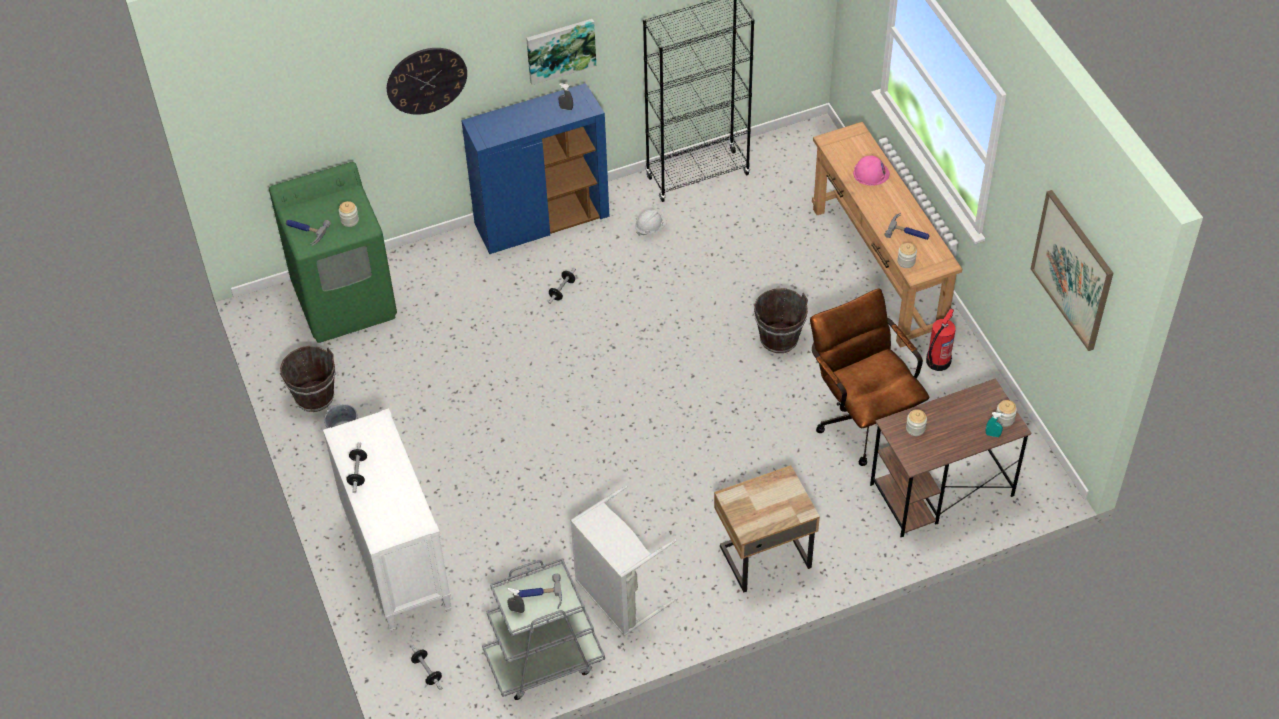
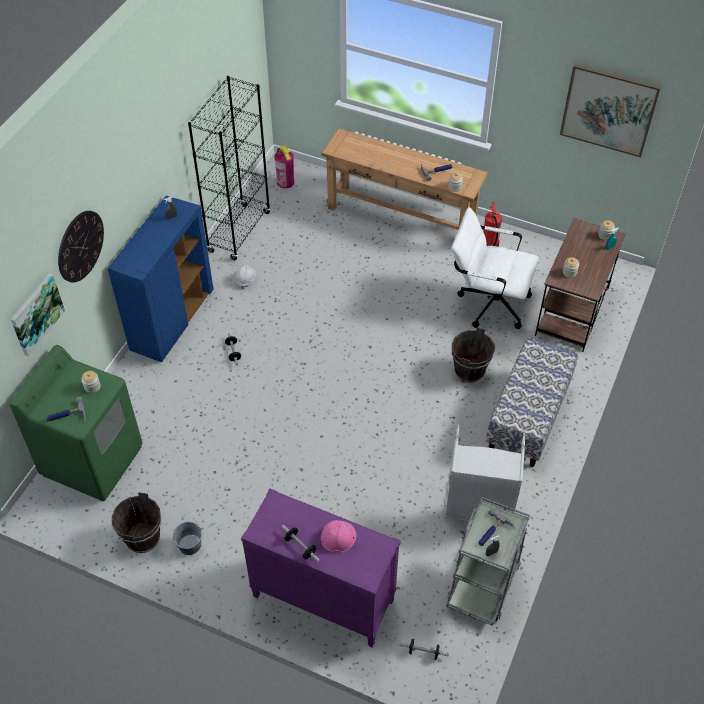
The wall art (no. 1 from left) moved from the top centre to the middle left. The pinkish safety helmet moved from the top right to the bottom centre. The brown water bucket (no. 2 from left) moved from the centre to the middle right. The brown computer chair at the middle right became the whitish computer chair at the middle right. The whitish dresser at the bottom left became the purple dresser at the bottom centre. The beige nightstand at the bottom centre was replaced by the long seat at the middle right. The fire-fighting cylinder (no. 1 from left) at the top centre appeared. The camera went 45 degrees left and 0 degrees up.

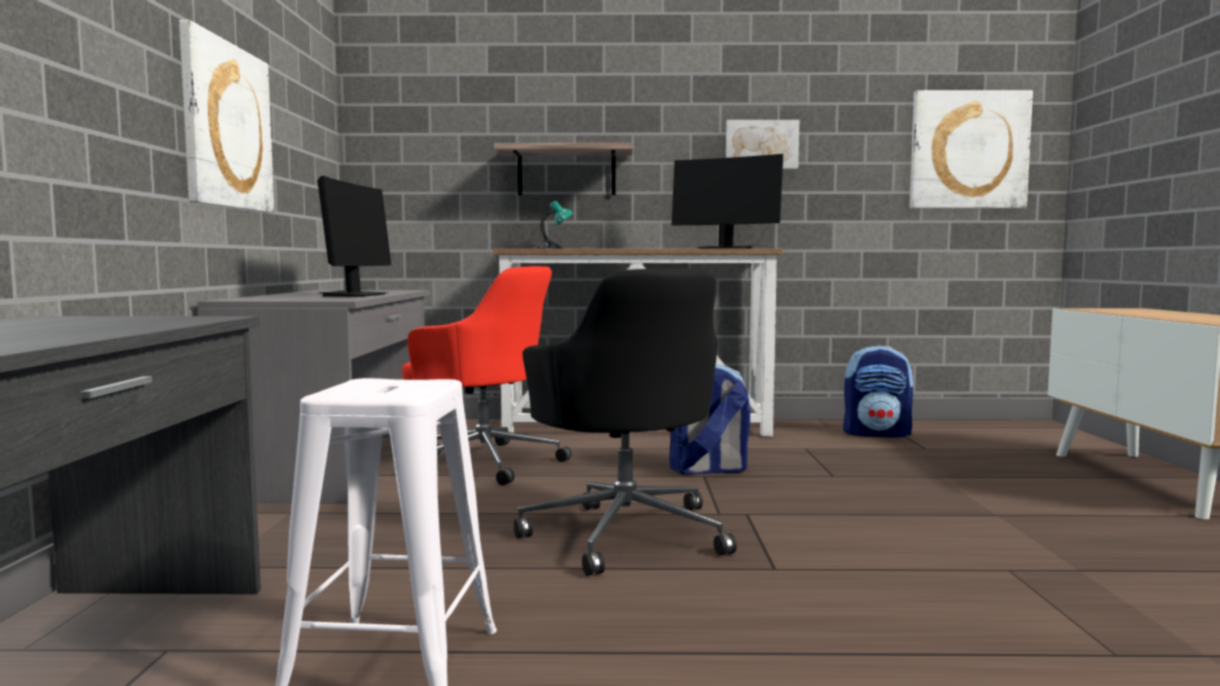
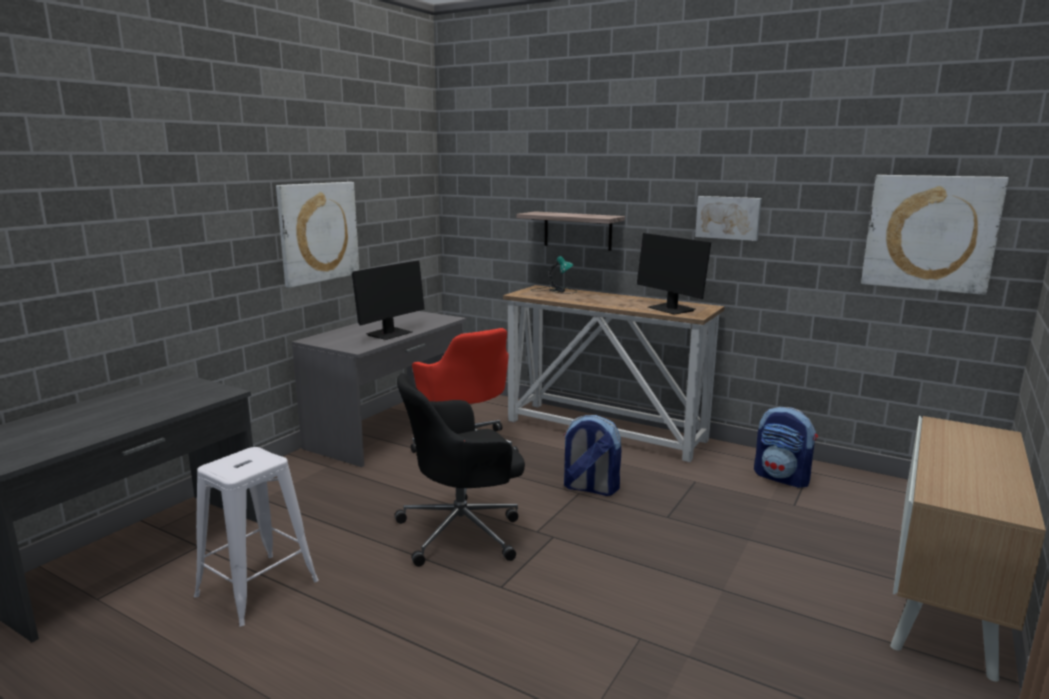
The black-coloured computer chair at the centre turned 60 degrees clockwise. The camera went 30 degrees right and 10 degrees up.

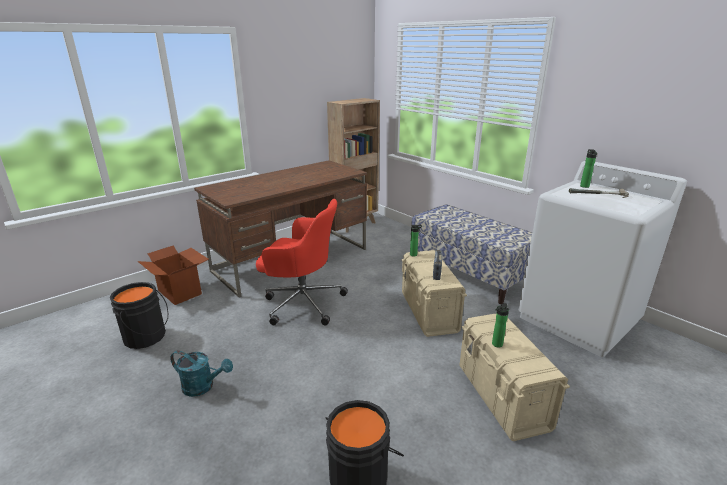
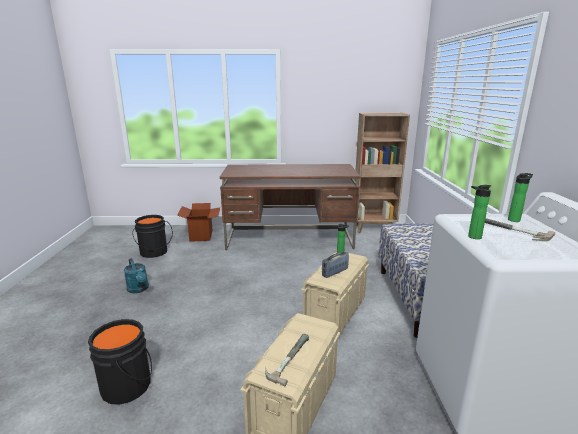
The reddish computer chair at the centre disappeared. The beverage bottle (no. 2 from left) moved from the bottom right to the middle right. The hammer (no. 1 from left) at the bottom centre appeared. The camera went 40 degrees right and 5 degrees down.

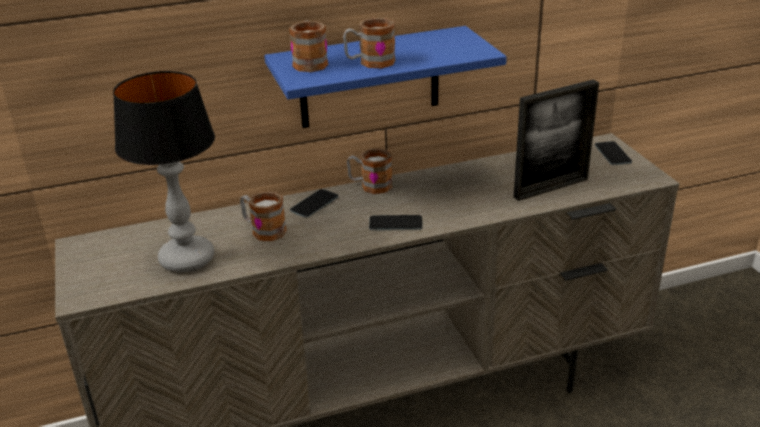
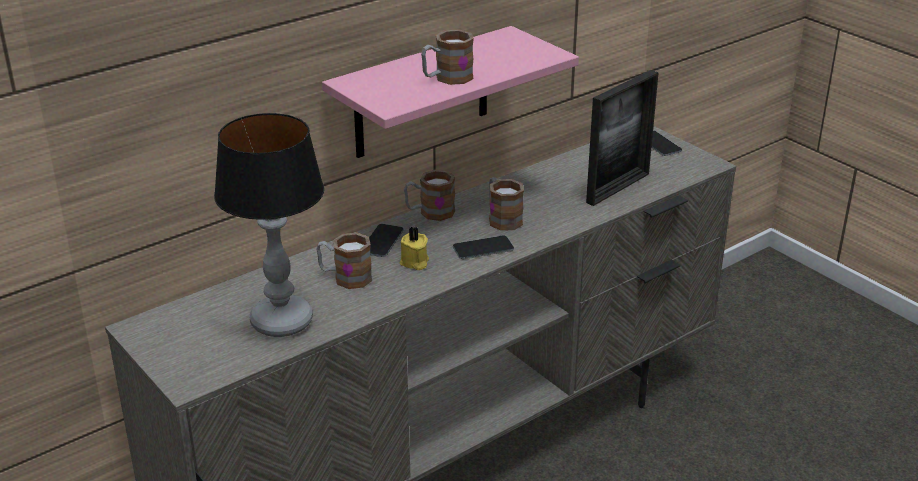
The tea mug (no. 2 from left in the first image) moved from the top centre to the centre. The blue shelf at the top centre became the pinkish shelf at the top centre. The yellow wax light at the centre appeared. The camera went 20 degrees left and 0 degrees up.

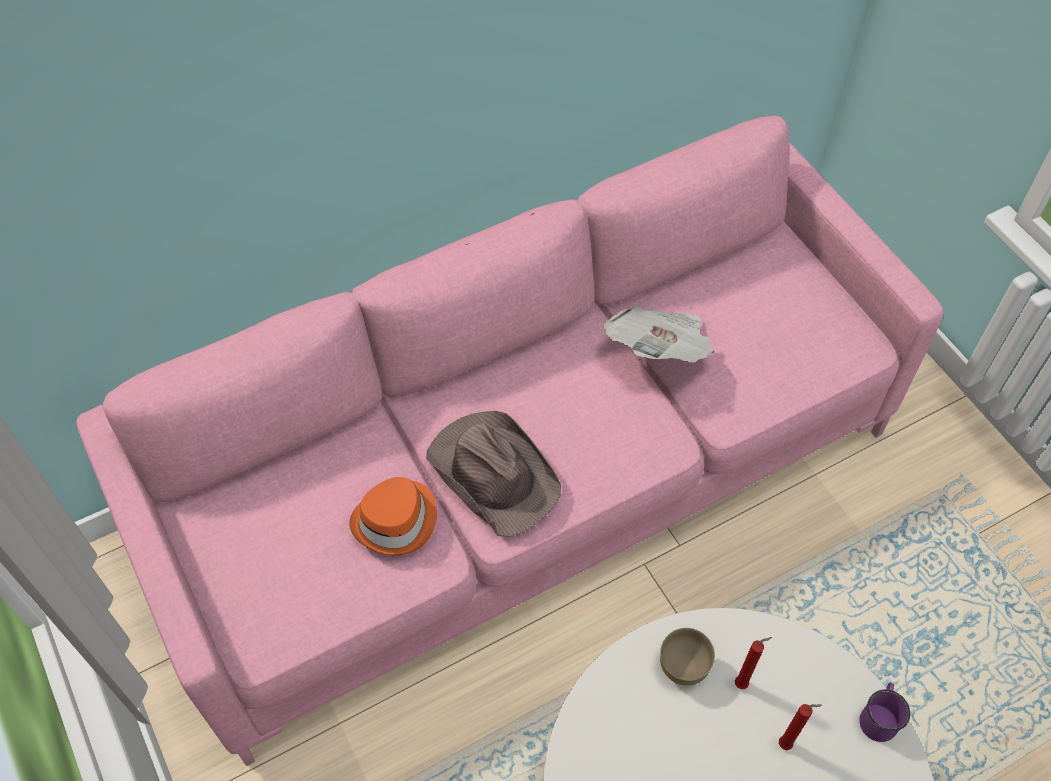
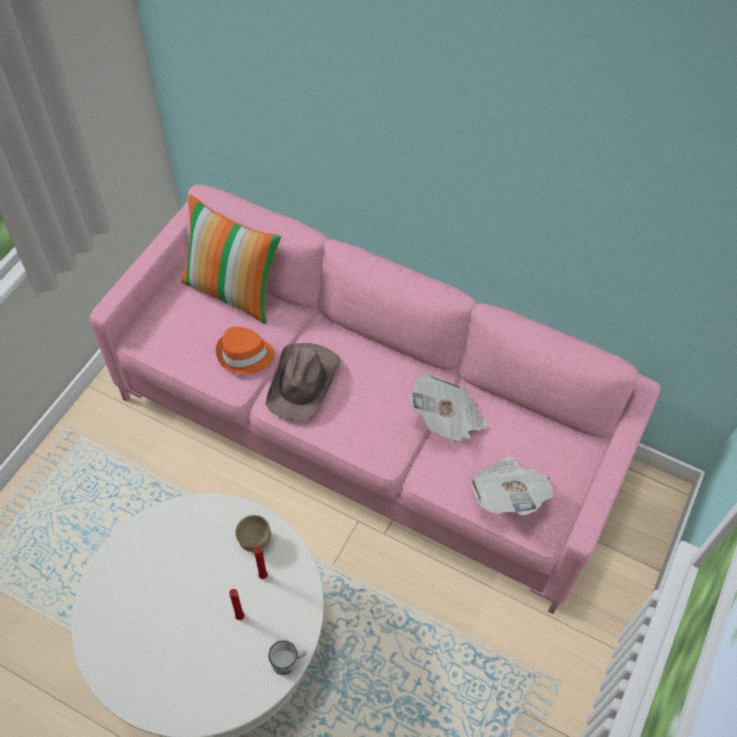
The purple tea mug at the bottom right became the whitish tea mug at the bottom centre. The pillow at the middle left appeared. The newspaper (no. 2 from left) at the middle right appeared. The camera went 55 degrees right and 0 degrees up.

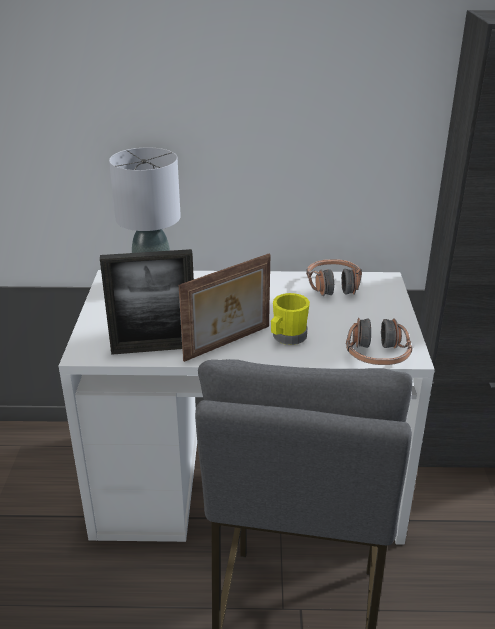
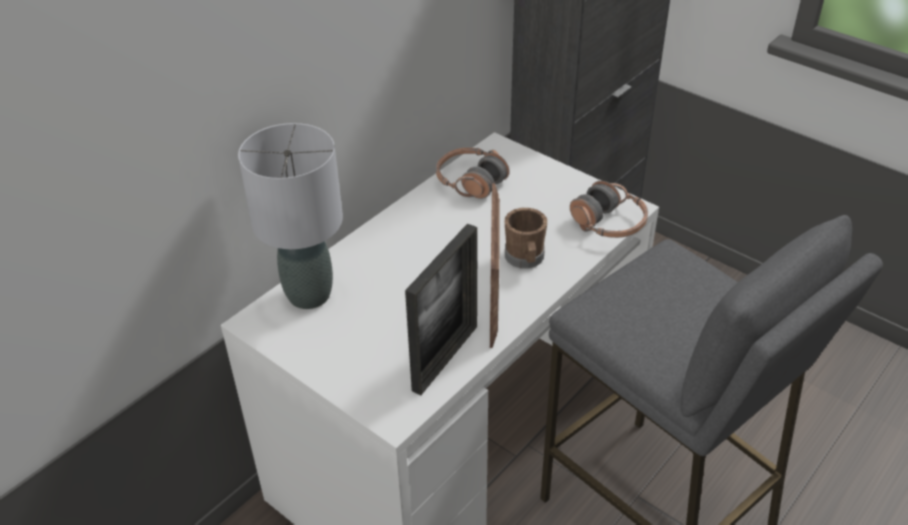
The yellow tea mug at the centre became the brown tea mug at the centre. The camera went 50 degrees left and 10 degrees up.

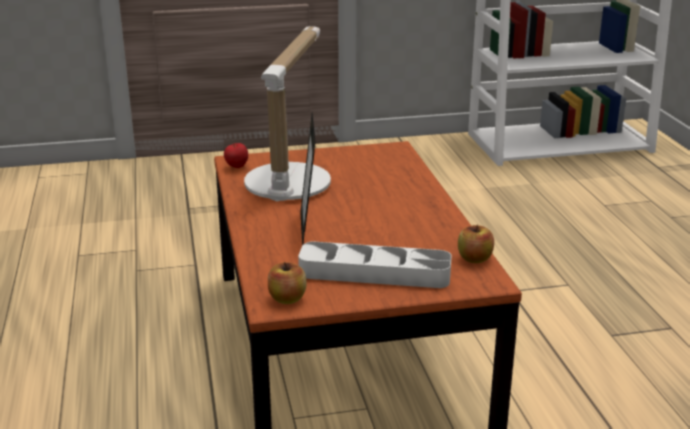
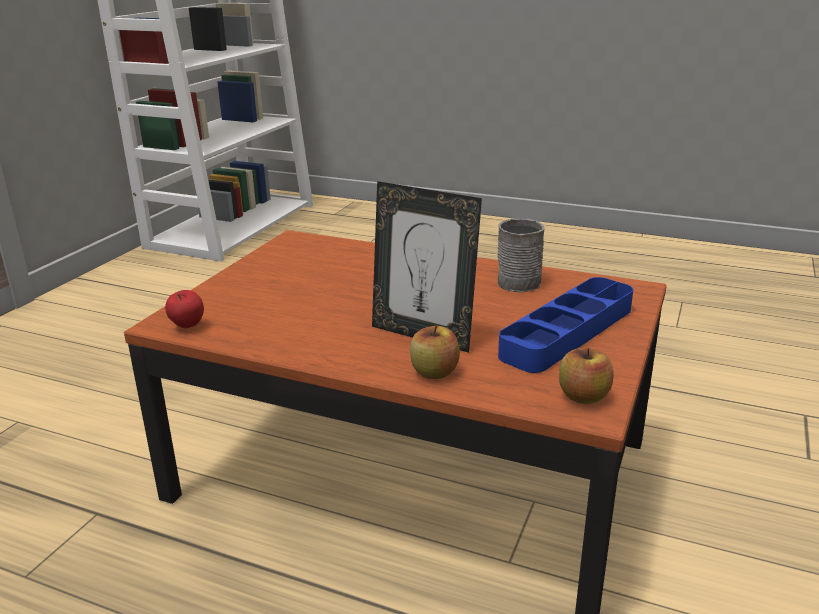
The lamp for a table at the top centre disappeared. The apple (no. 3 from left in the first image) moved from the middle right to the centre. The greyish serving tray at the centre became the blue serving tray at the middle right. The greyish tea mug at the centre appeared. The camera went 55 degrees left and 0 degrees up.

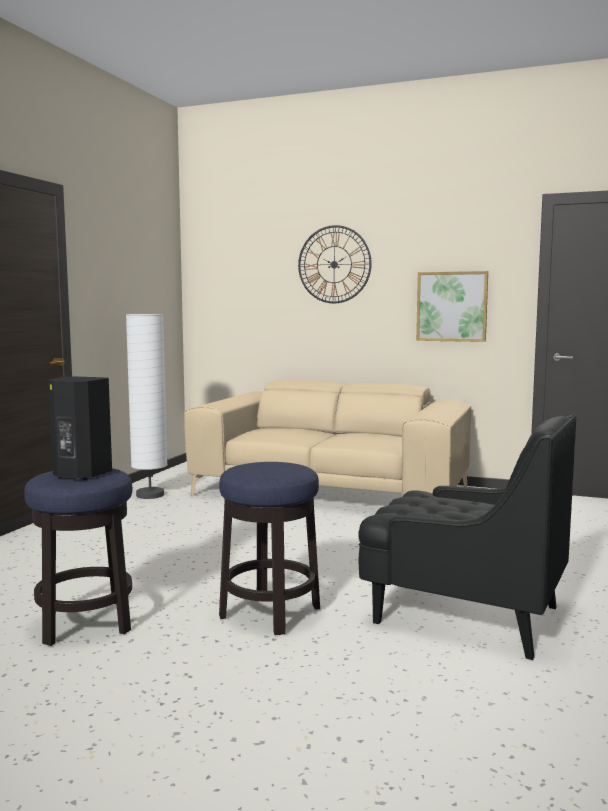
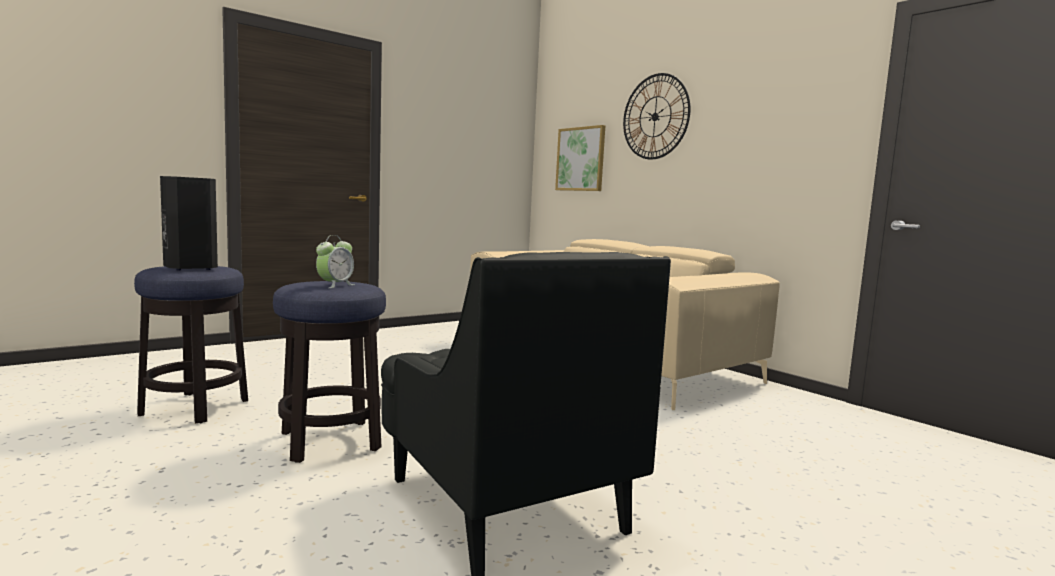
The wall art moved from the middle right to the top centre. The whitish standard lamp at the middle left disappeared. The bedside clock at the middle left appeared. The camera went 30 degrees right and 0 degrees up.

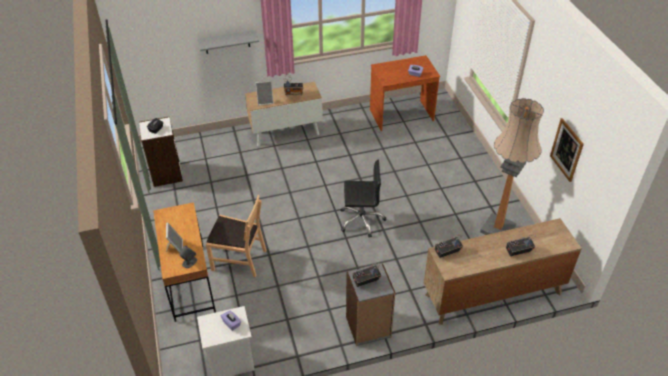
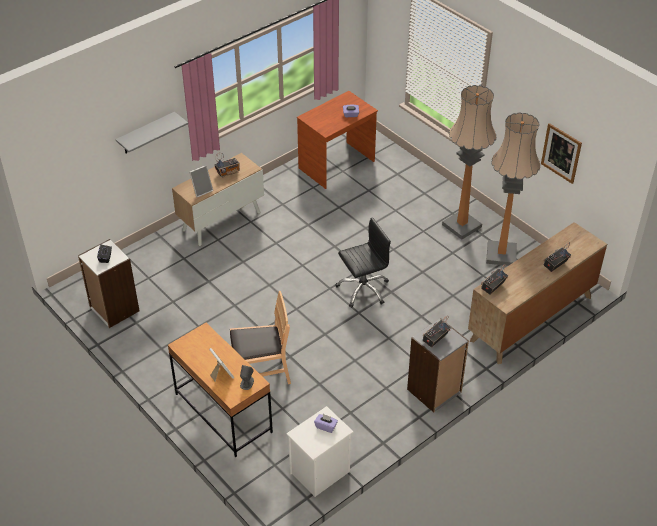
The standard lamp (no. 1 from left) at the top right appeared. The camera went 25 degrees left and 0 degrees up.

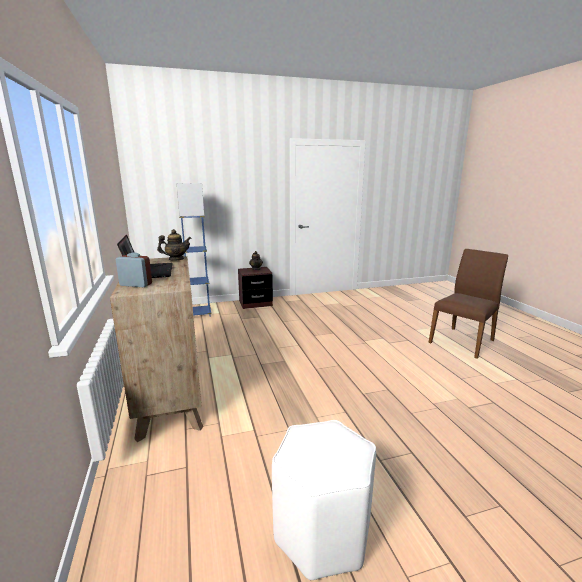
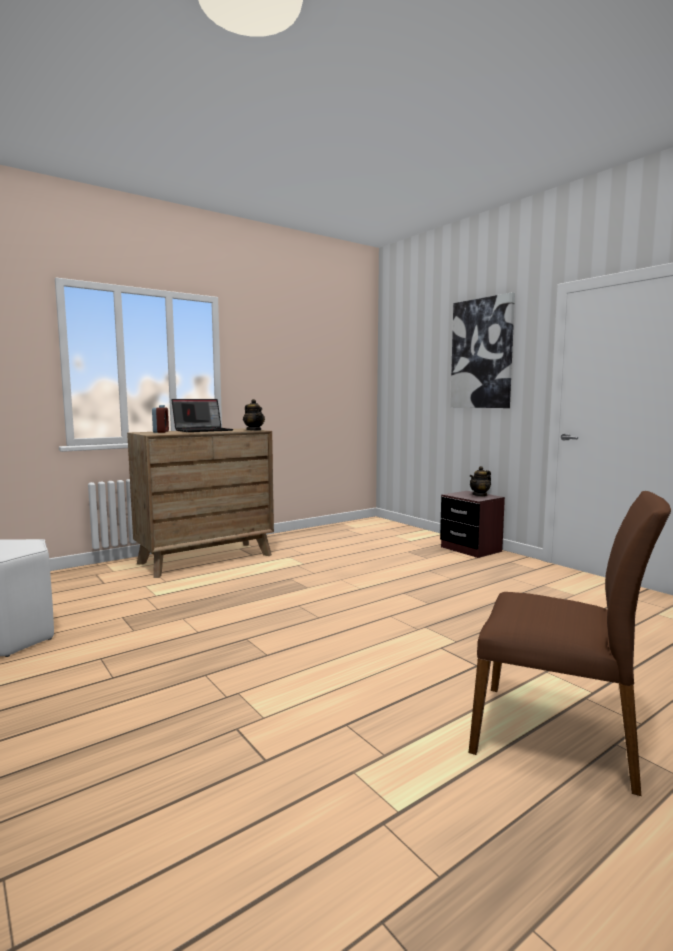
The blue standard lamp at the centre disappeared. The wall art at the middle right appeared. The camera went 70 degrees right and 10 degrees down.

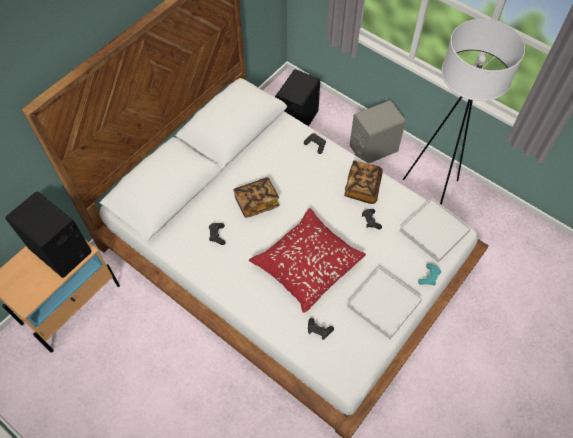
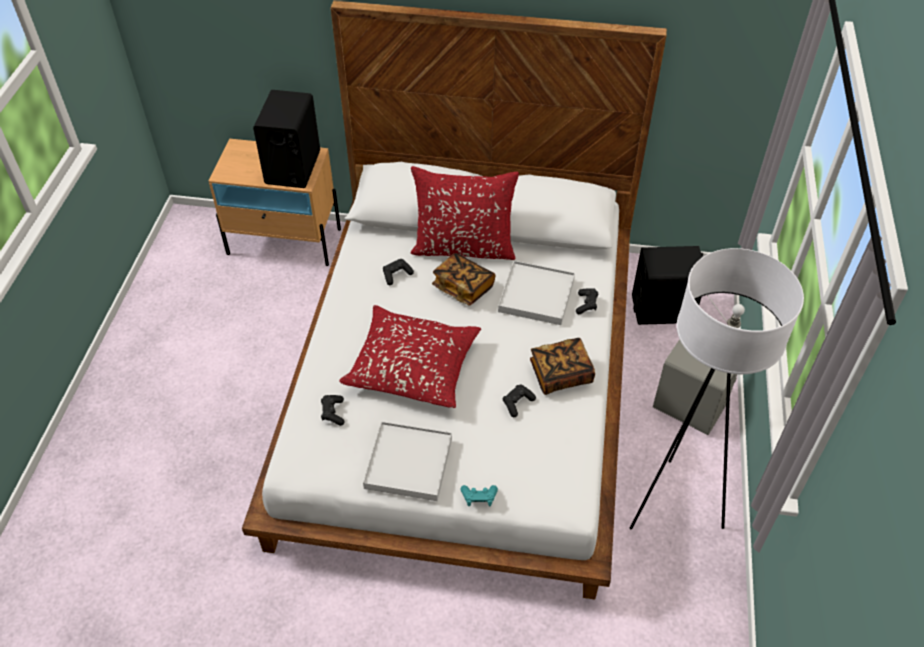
The whitish serving tray (no. 2 from left) moved from the middle right to the centre. The reddish pillow (no. 2 from left) at the top centre appeared. The camera went 60 degrees right and 10 degrees down.

